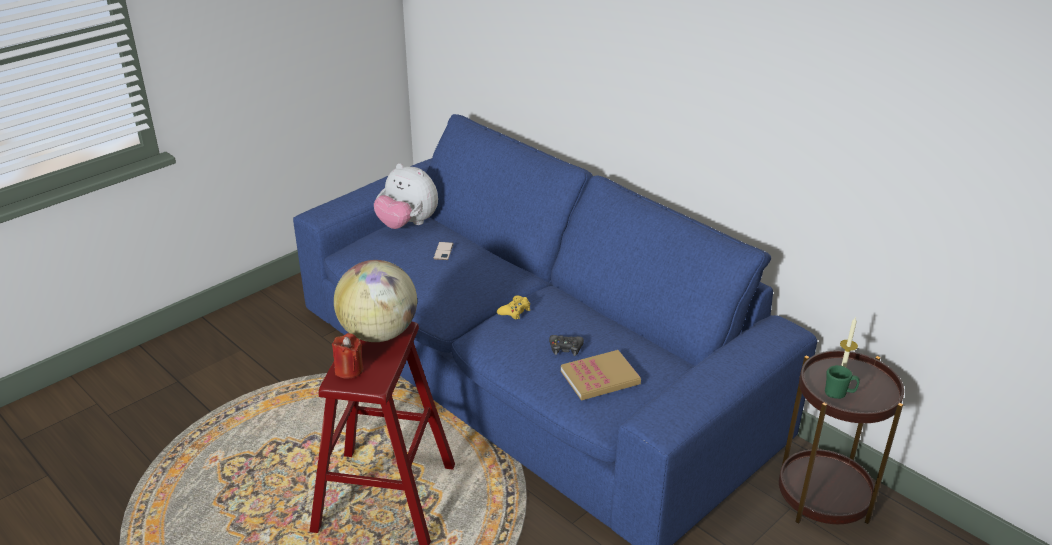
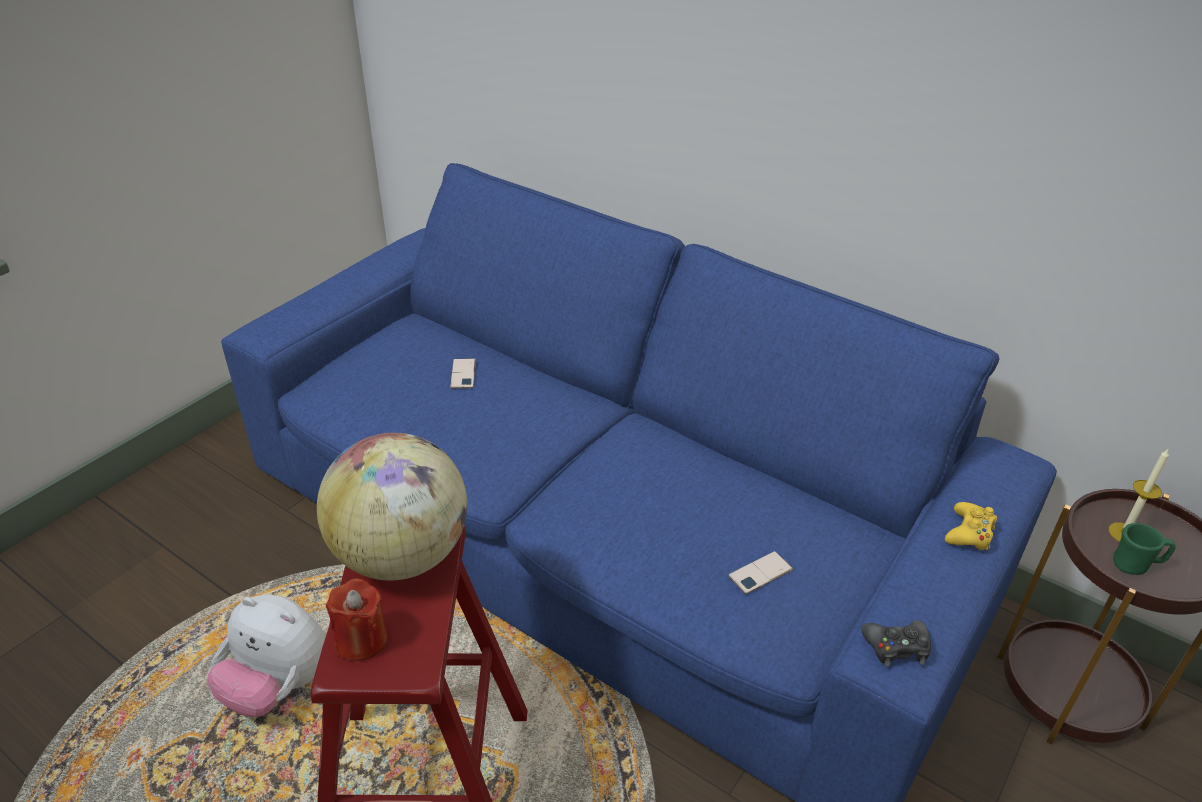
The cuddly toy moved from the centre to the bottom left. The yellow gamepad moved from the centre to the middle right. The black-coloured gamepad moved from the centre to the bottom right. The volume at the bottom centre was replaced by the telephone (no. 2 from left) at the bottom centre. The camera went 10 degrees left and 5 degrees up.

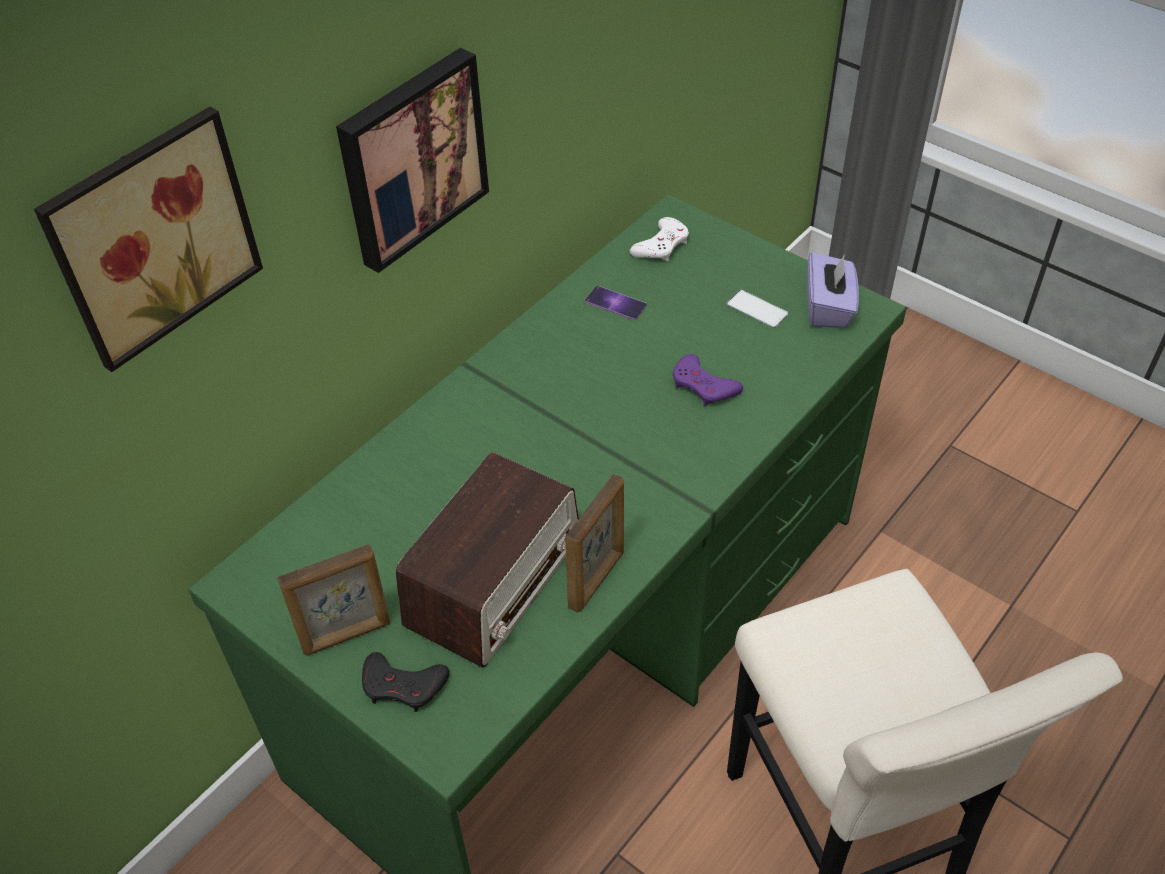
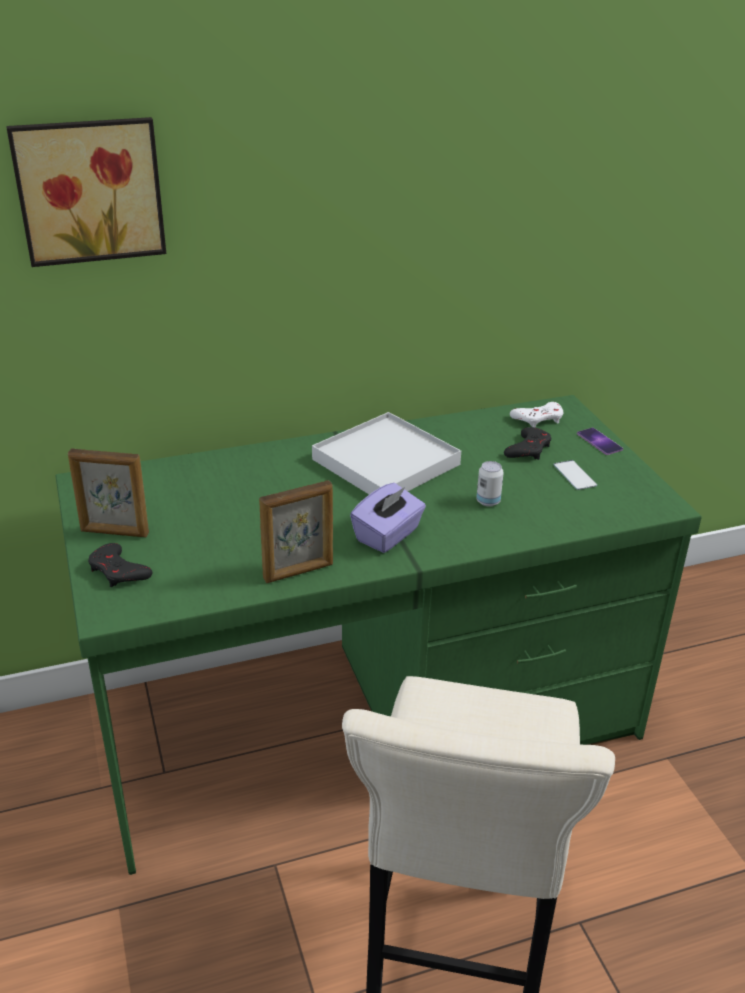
The wall art (no. 2 from left) at the top centre disappeared. The purple box of tissues moved from the top right to the centre. The telephone (no. 1 from left in the first image) moved from the centre to the middle right. The purple gamepad at the centre was replaced by the sealed can at the centre. The radio at the centre disappeared. The whitish serving tray at the centre appeared. The black-coloured gamepad (no. 2 from left) at the middle right appeared. The camera went 30 degrees right and 15 degrees down.

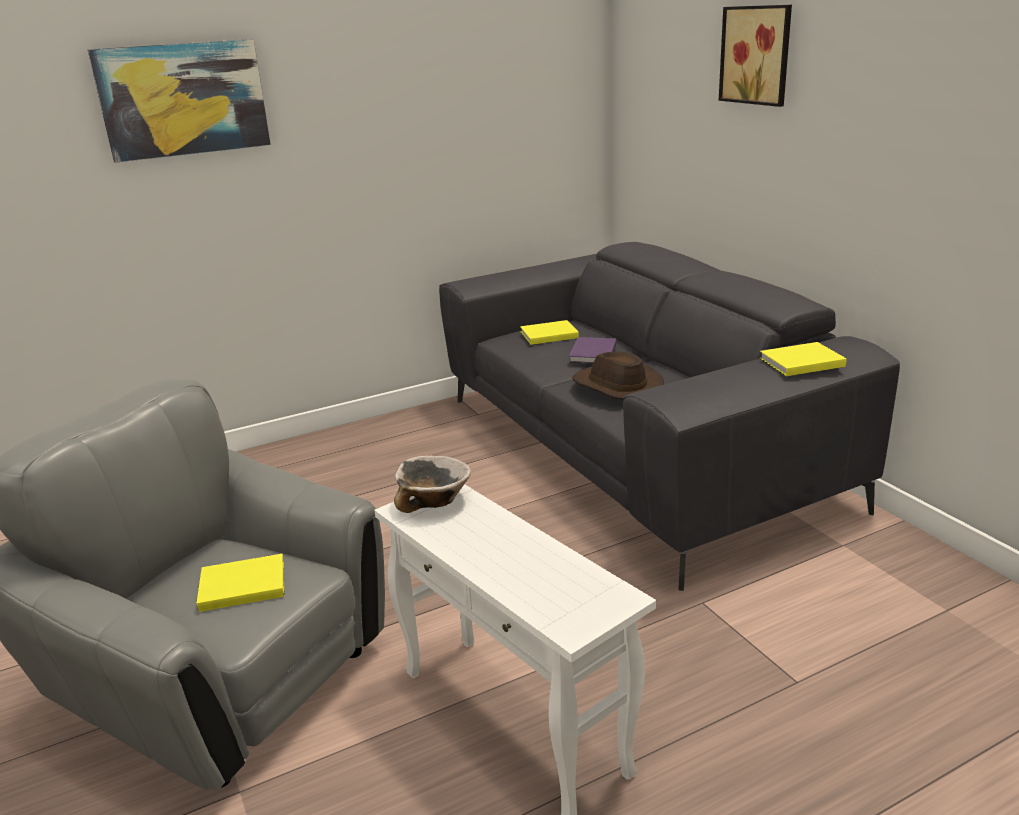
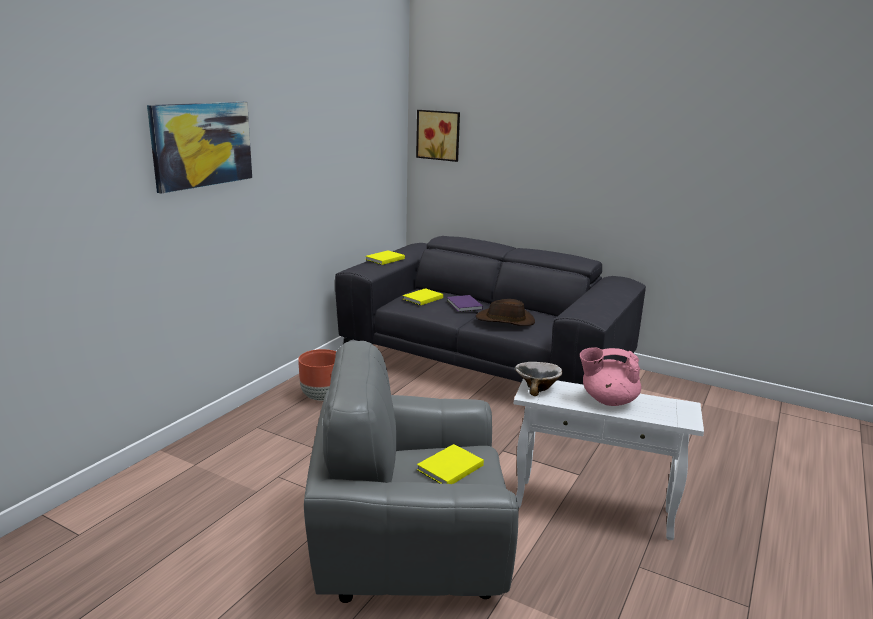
The wall art (no. 2 from left) moved from the top right to the top centre. The yellow volume (no. 3 from left in the first image) moved from the middle right to the centre. The pinkish pot for tea at the middle right appeared. The brown planter at the centre appeared. The camera went 35 degrees left and 5 degrees down.

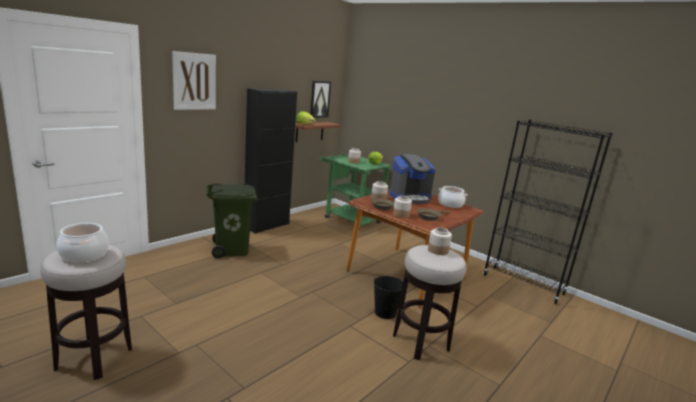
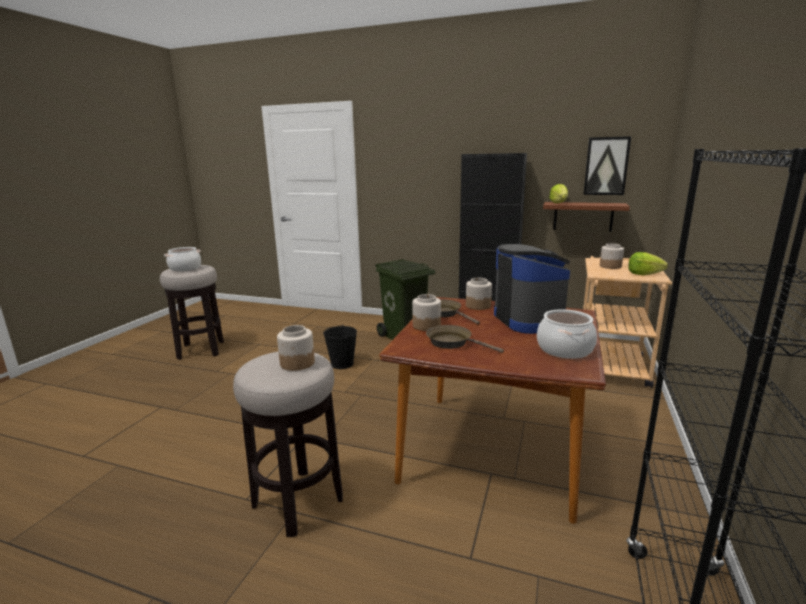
The wall art (no. 1 from left) at the top left disappeared. The green-coloured wheeled cart at the centre became the beige wheeled cart at the middle right. The coffee brewer at the centre turned 150 degrees counterclockwise. The black-coloured water bucket moved from the bottom centre to the centre. The camera went 70 degrees right and 0 degrees up.

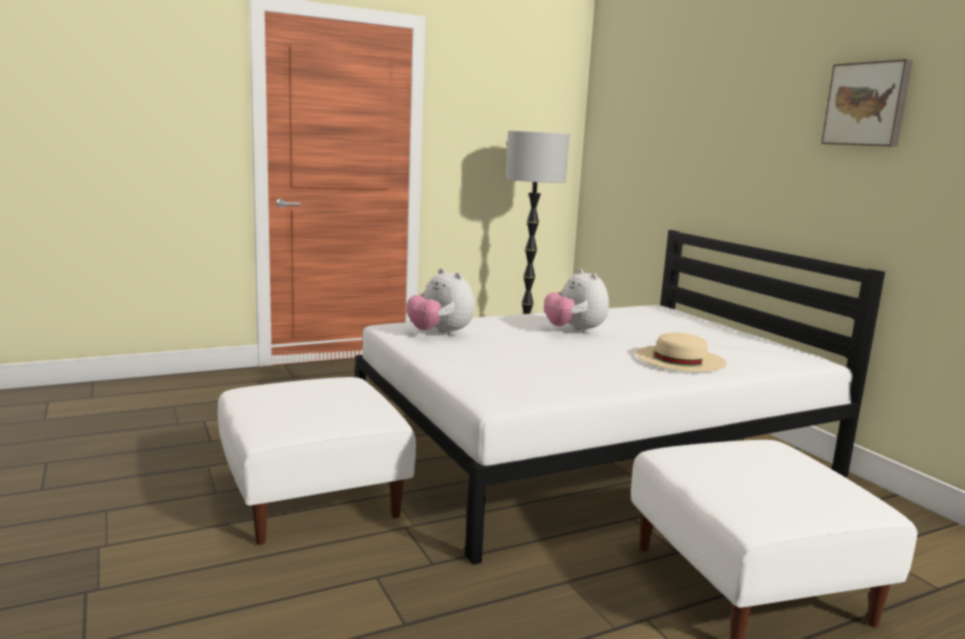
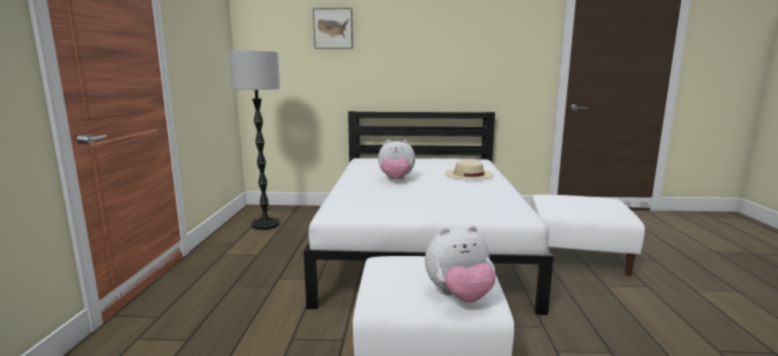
The wall art moved from the top right to the top centre. The cuddly toy (no. 1 from left in the first image) moved from the centre to the bottom centre. The camera went 60 degrees left and 0 degrees up.

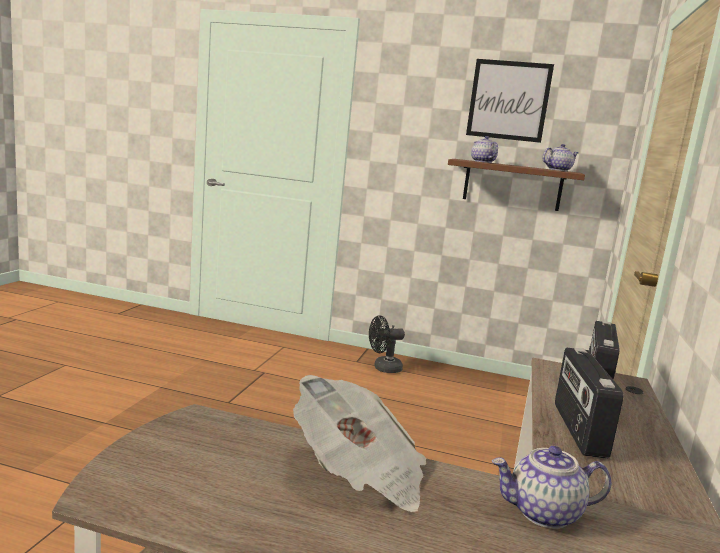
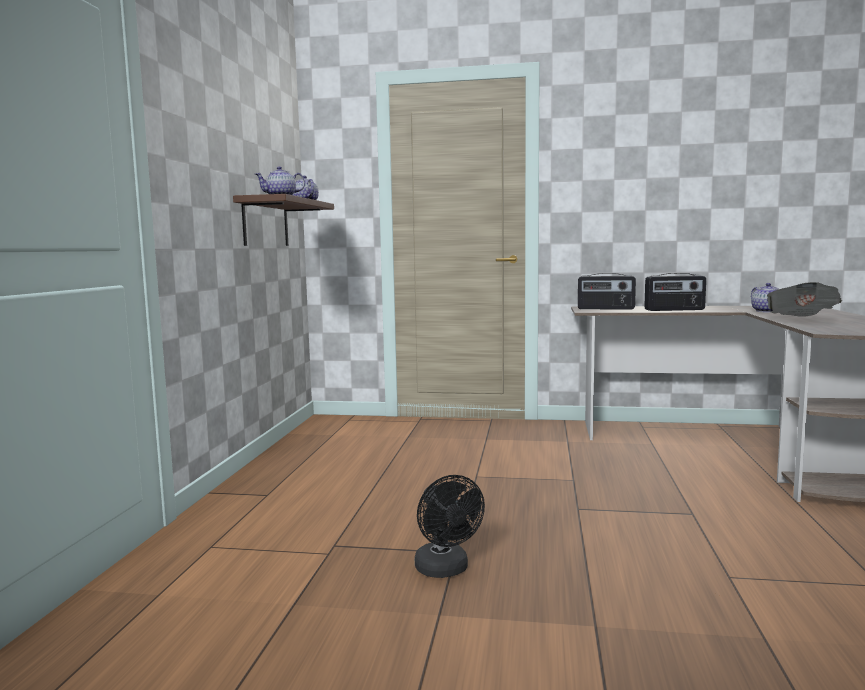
The wall art at the top right disappeared. The black-coloured electric fan moved from the centre to the bottom centre. The camera went 95 degrees left and 5 degrees down.

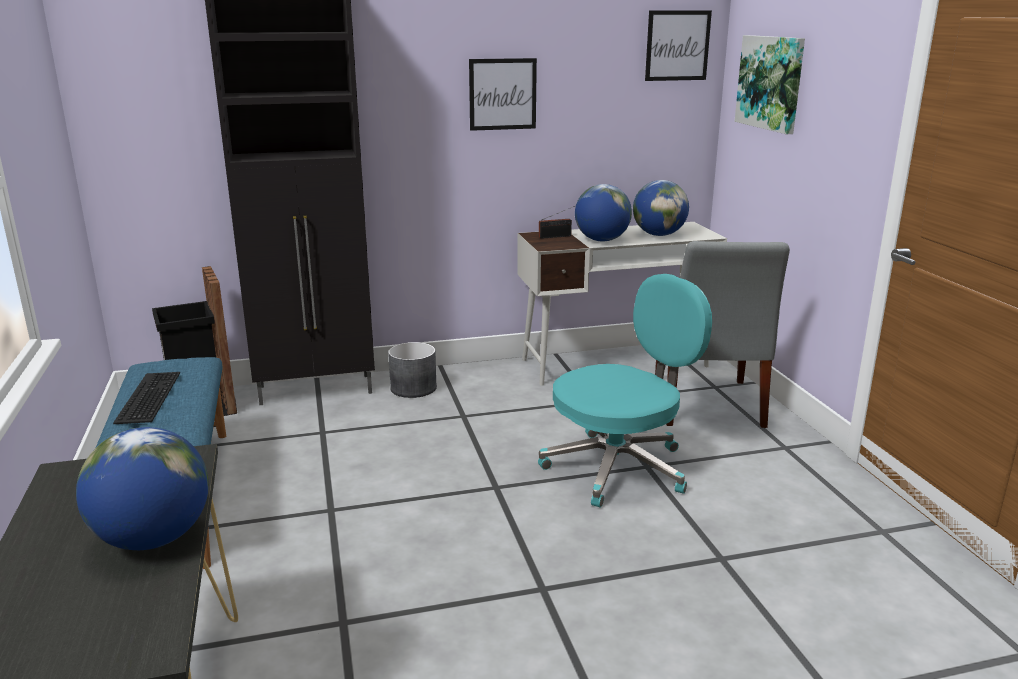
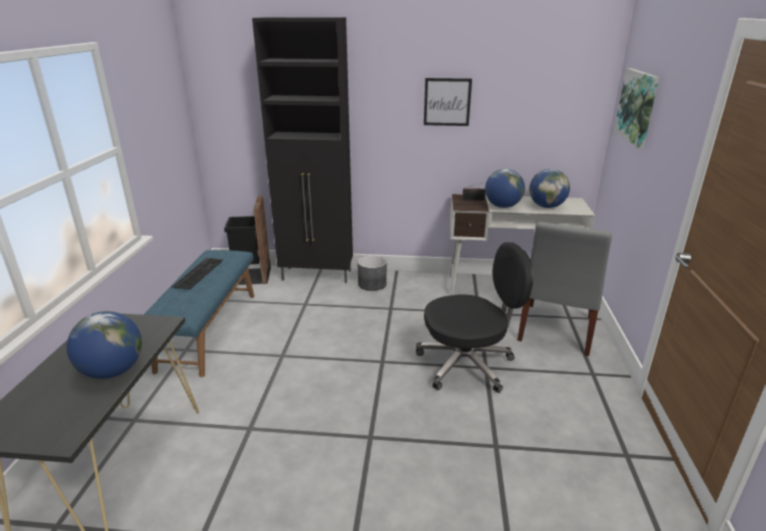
The wall art (no. 2 from left) at the top centre disappeared. The turquoise-coloured computer chair at the centre became the black-coloured computer chair at the centre. The camera went 20 degrees right and 5 degrees up.

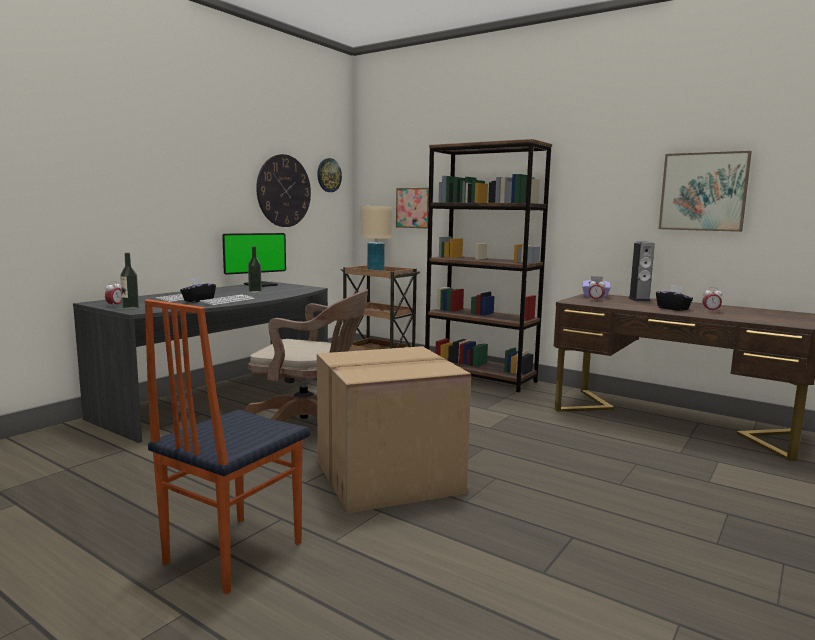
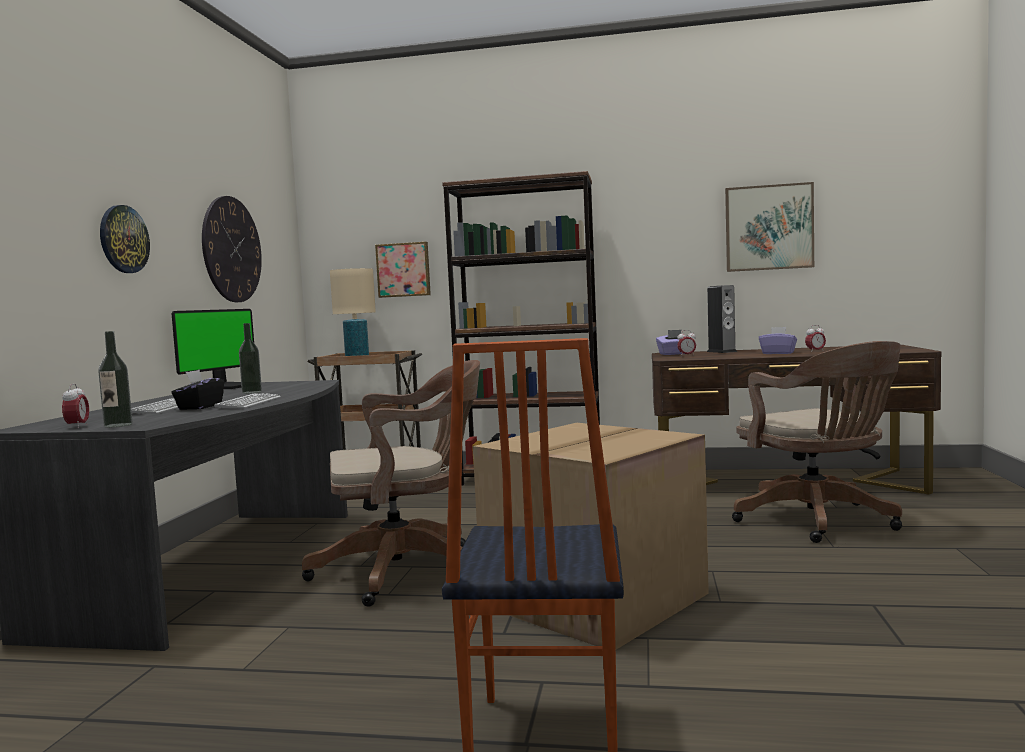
The wall clock (no. 2 from left in the first image) moved from the top centre to the top left. The black-coloured box of tissues (no. 2 from left) at the middle right became the purple box of tissues (no. 2 from left) at the middle right. The brown computer chair (no. 2 from left) at the middle right appeared. The camera went 25 degrees left and 5 degrees down.

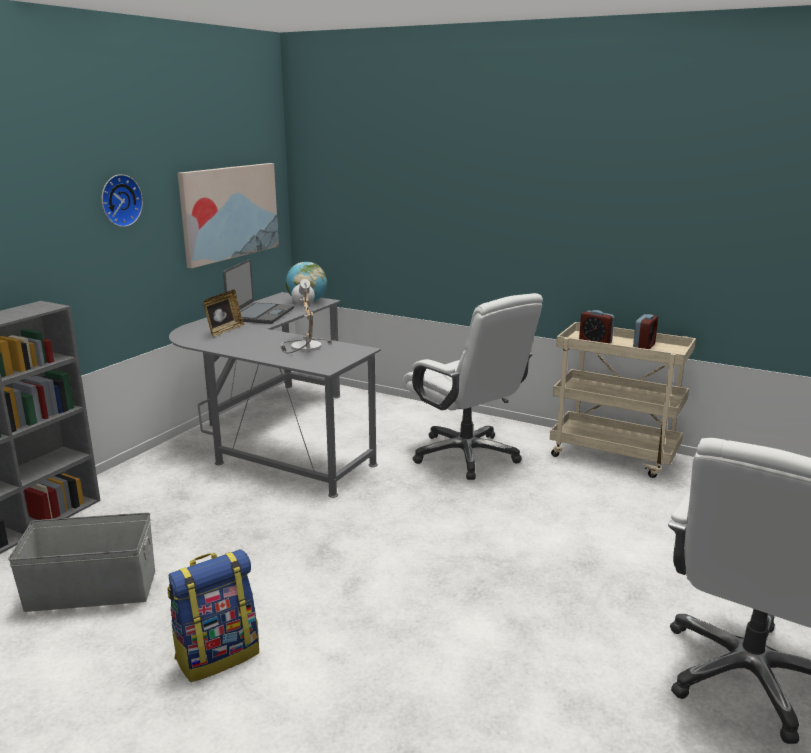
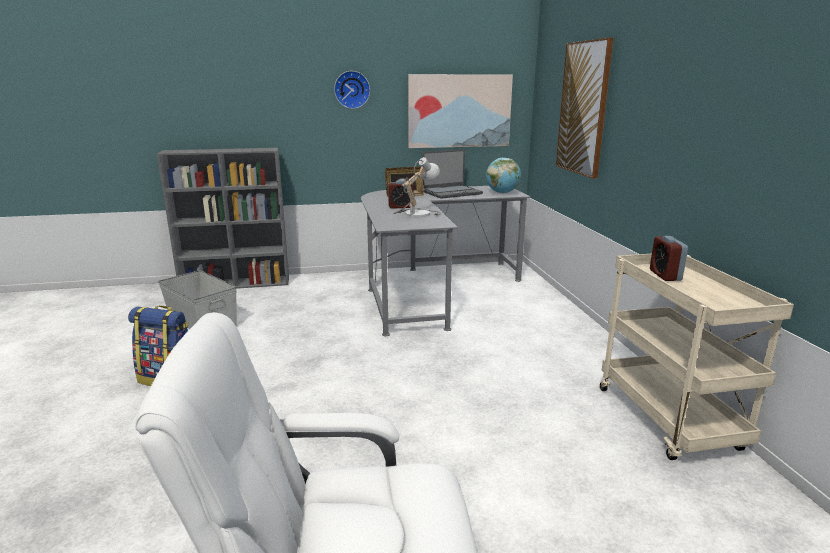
The whitish computer chair (no. 1 from left) at the centre disappeared. The bedside clock (no. 2 from left in the first image) moved from the middle right to the centre. The wall art (no. 2 from left) at the top right appeared. The camera went 50 degrees right and 0 degrees up.

